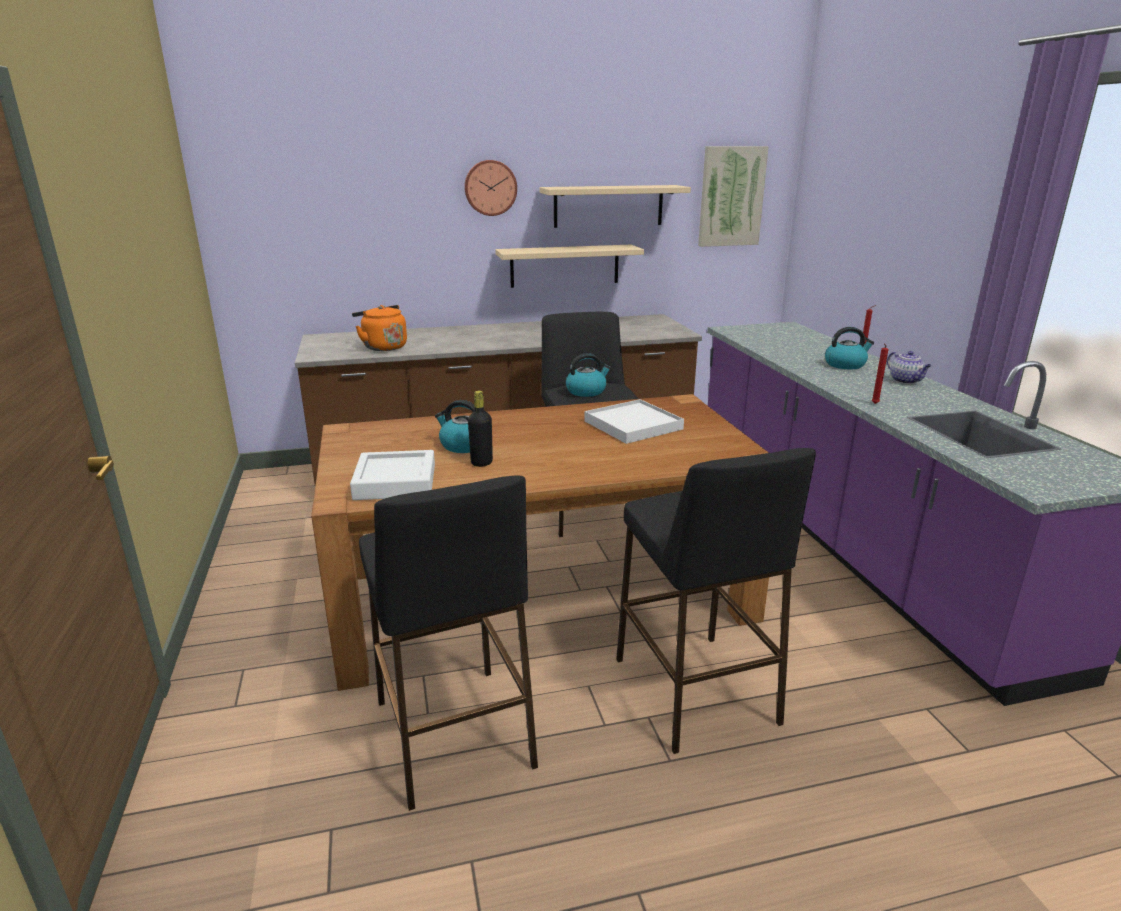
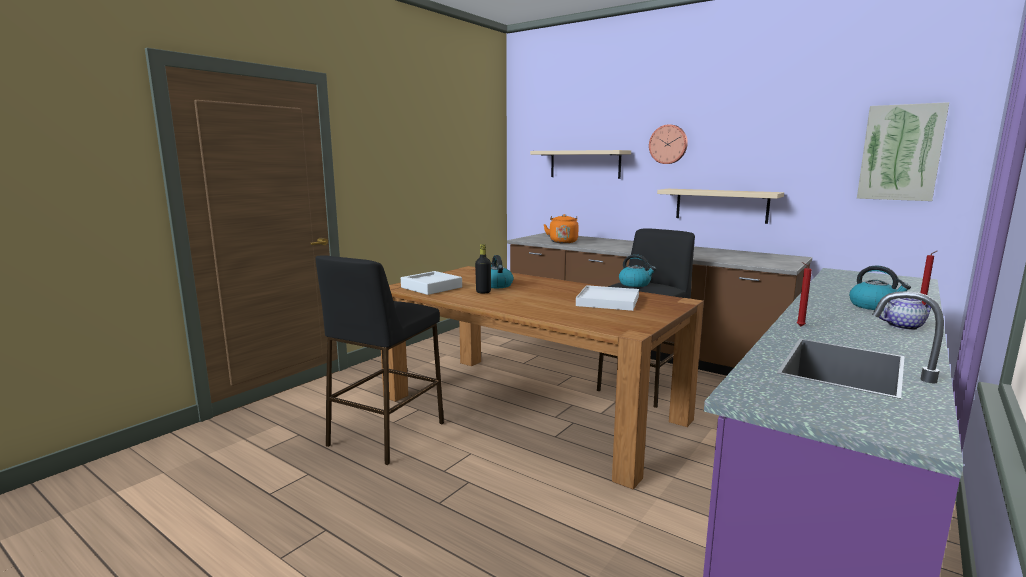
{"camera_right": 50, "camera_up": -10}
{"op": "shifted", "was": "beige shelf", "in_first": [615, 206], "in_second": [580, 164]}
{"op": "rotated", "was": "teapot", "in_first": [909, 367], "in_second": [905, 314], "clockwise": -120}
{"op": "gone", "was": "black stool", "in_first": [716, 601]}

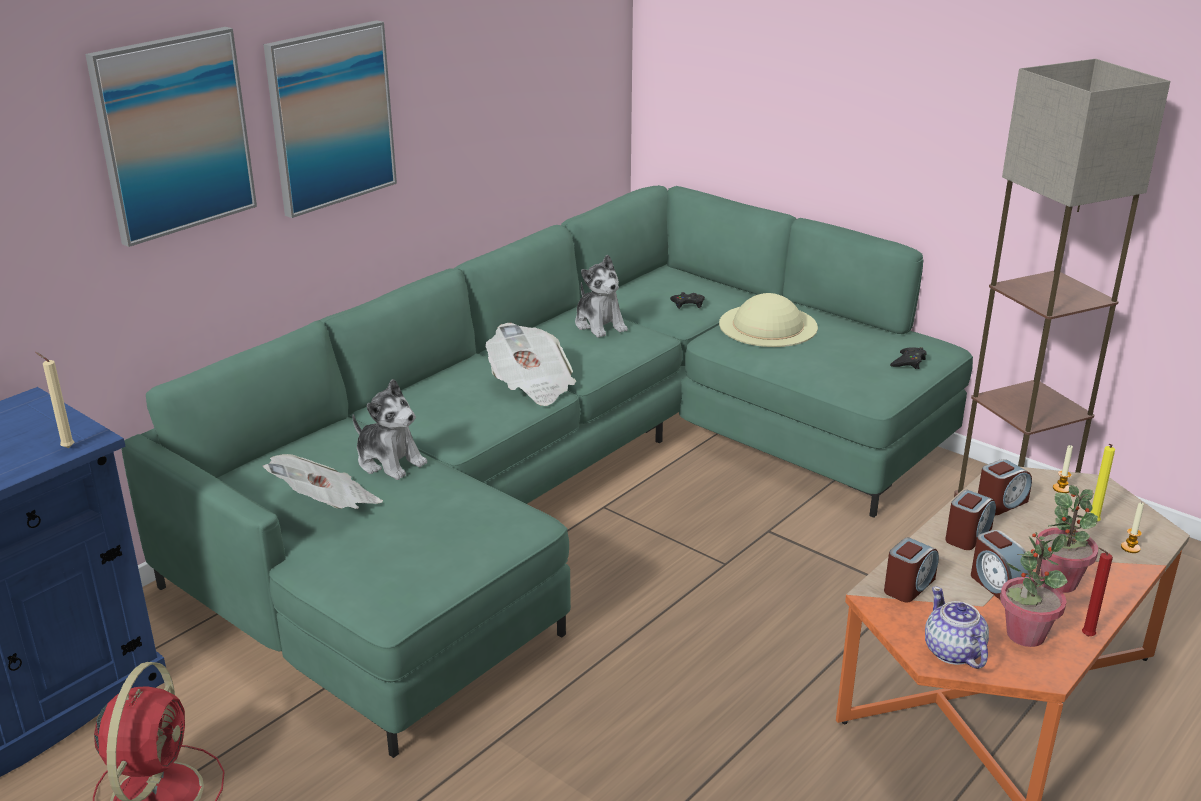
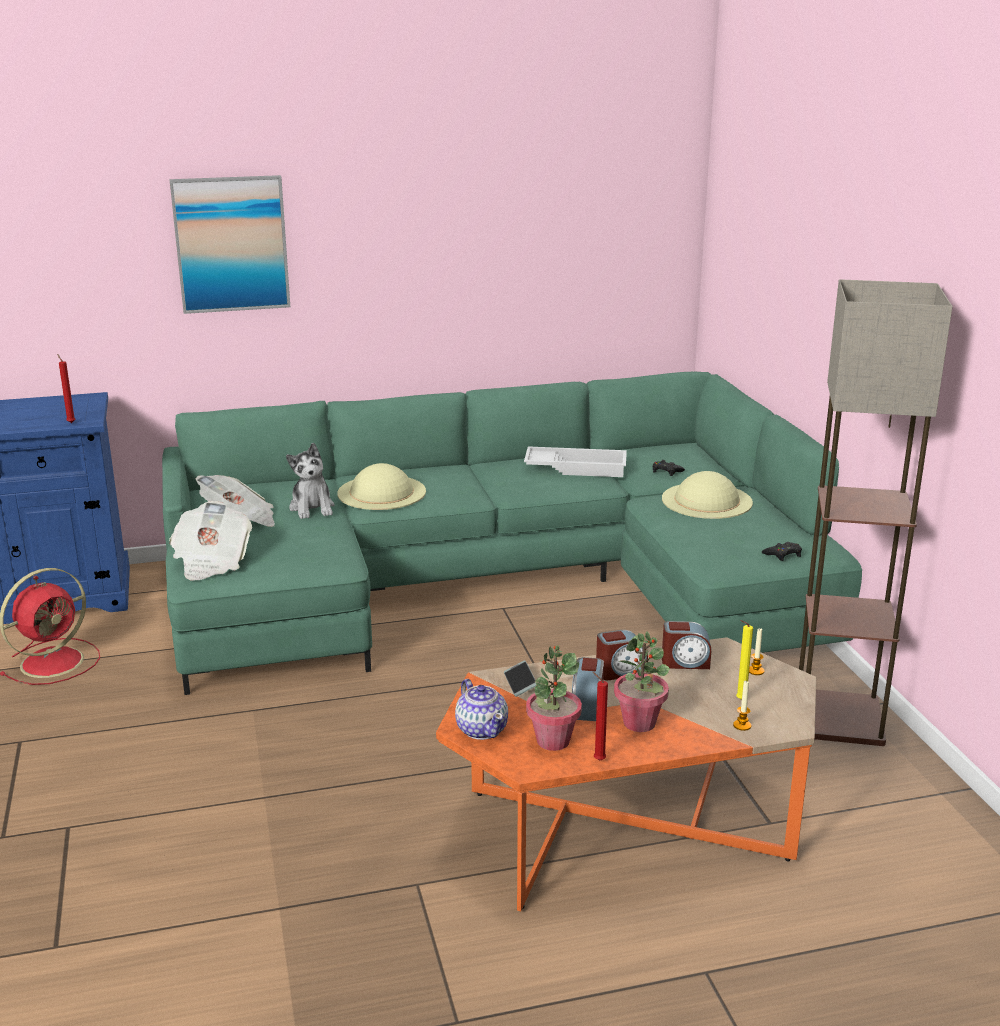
{"camera_right": 35, "camera_up": -5}
{"op": "repainted", "was": "beige candle", "now": "red candle", "in_first": [54, 400], "in_second": [66, 388]}
{"op": "shifted", "was": "newspaper", "in_first": [530, 364], "in_second": [210, 541]}
{"op": "new", "now": "beige hat", "in_second": [381, 486]}
{"op": "rotated", "was": "teapot", "in_first": [957, 628], "in_second": [481, 709], "clockwise": 135}
{"op": "swapped", "was": "alarm clock", "now": "phone", "in_first": [911, 570], "in_second": [520, 678]}
{"op": "swapped", "was": "plush toy", "now": "white tray", "in_first": [601, 296], "in_second": [575, 461]}
{"op": "gone", "was": "picture", "in_first": [330, 119]}

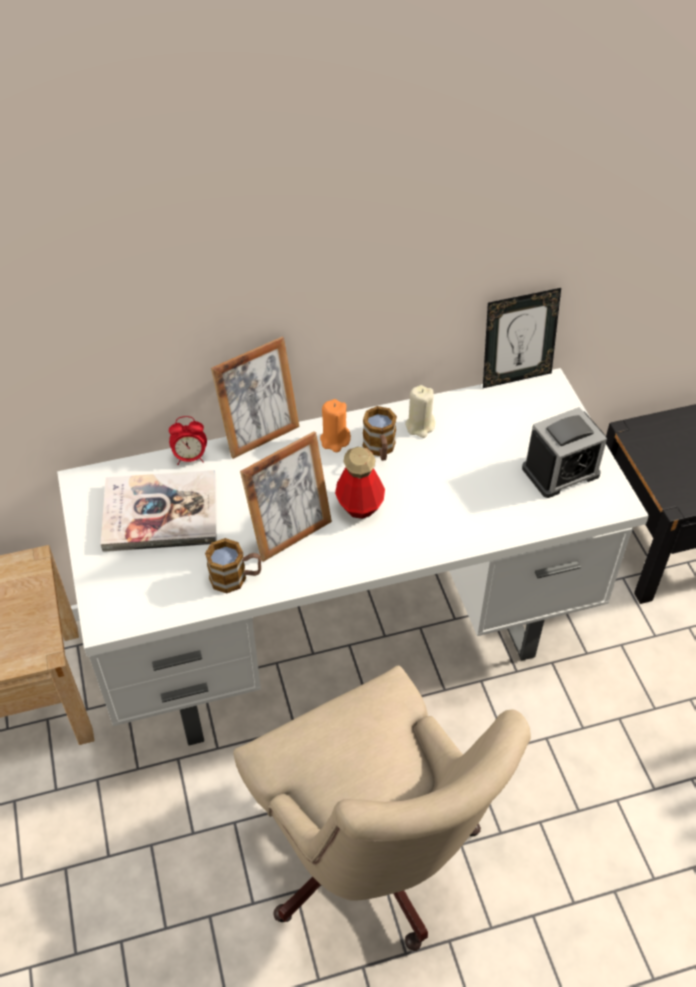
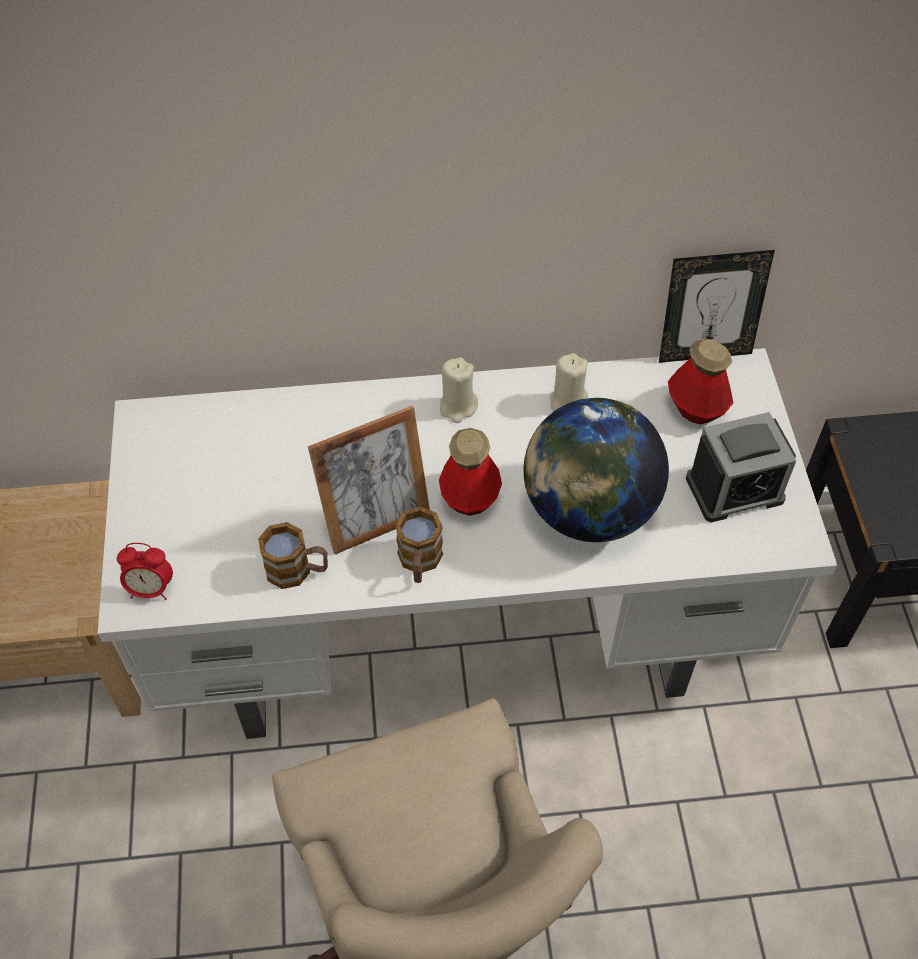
{"camera_right": 10, "camera_up": 5}
{"op": "shifted", "was": "alarm clock", "in_first": [188, 440], "in_second": [145, 571]}
{"op": "shifted", "was": "mug", "in_first": [380, 433], "in_second": [419, 545]}
{"op": "repainted", "was": "orange candle", "now": "beige candle", "in_first": [335, 425], "in_second": [459, 390]}
{"op": "new", "now": "globe", "in_second": [596, 470]}
{"op": "new", "now": "bottle", "in_second": [700, 381]}
{"op": "gone", "was": "book", "in_first": [159, 511]}
{"op": "gone", "was": "picture frame", "in_first": [255, 398]}

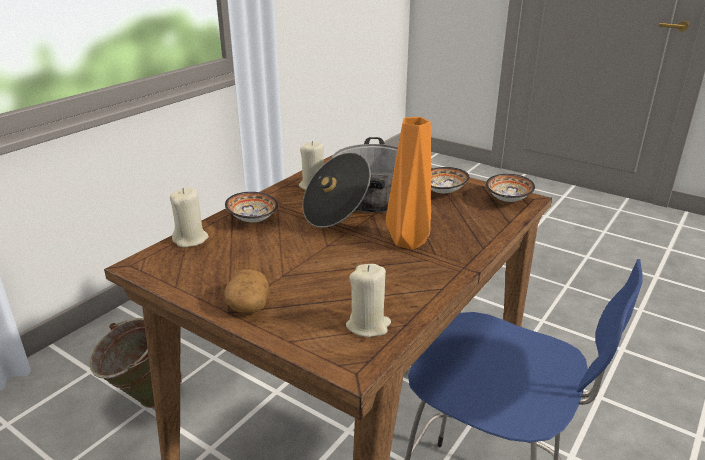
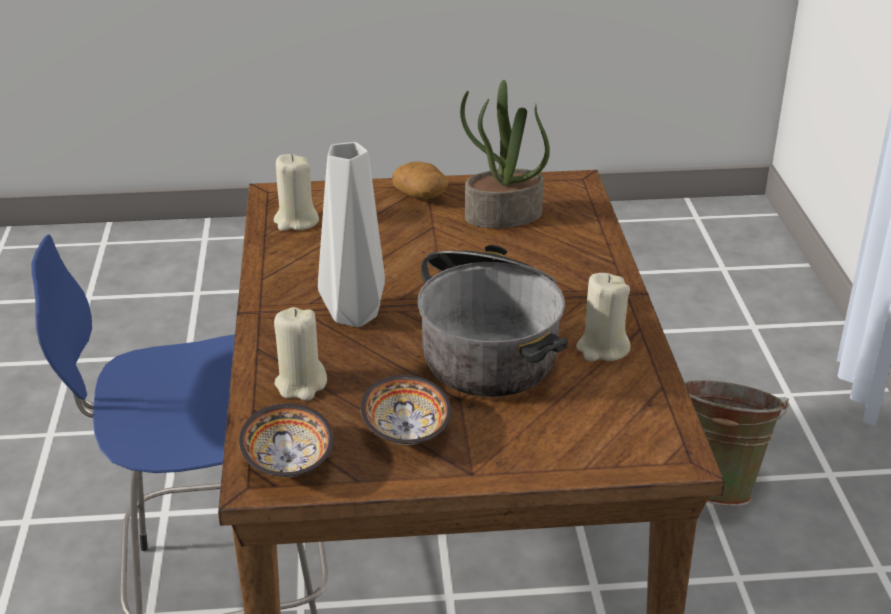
{"camera_right": 140, "camera_up": 5}
{"op": "shifted", "was": "beige candle", "in_first": [189, 217], "in_second": [300, 354]}
{"op": "repainted", "was": "orange vase", "now": "grey vase", "in_first": [408, 183], "in_second": [351, 234]}
{"op": "new", "now": "potted plant", "in_second": [505, 154]}
{"op": "gone", "was": "bowl", "in_first": [251, 207]}

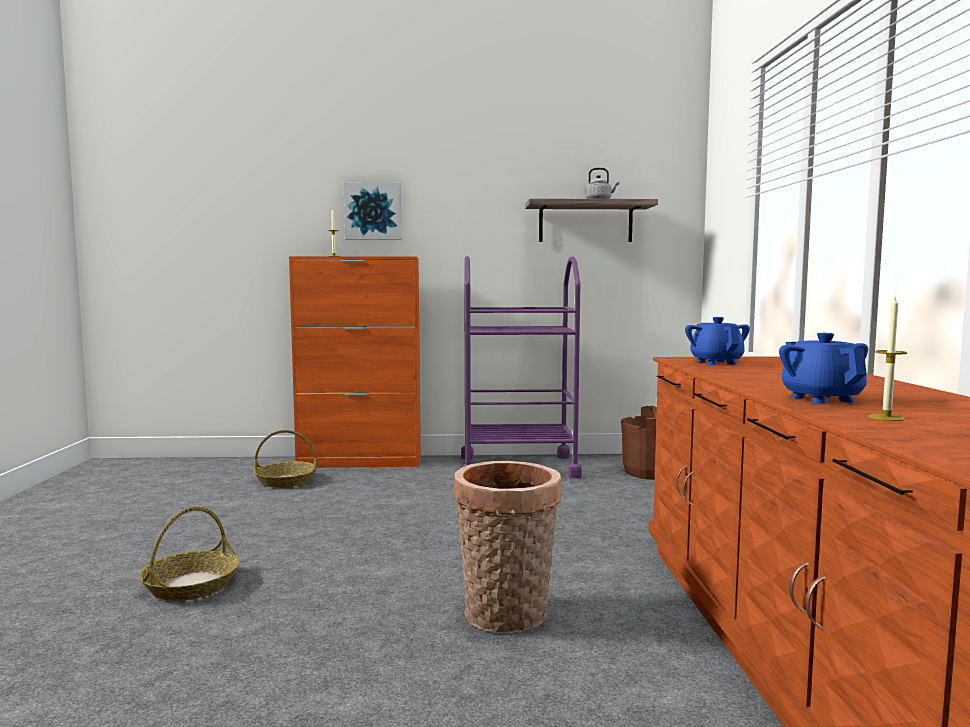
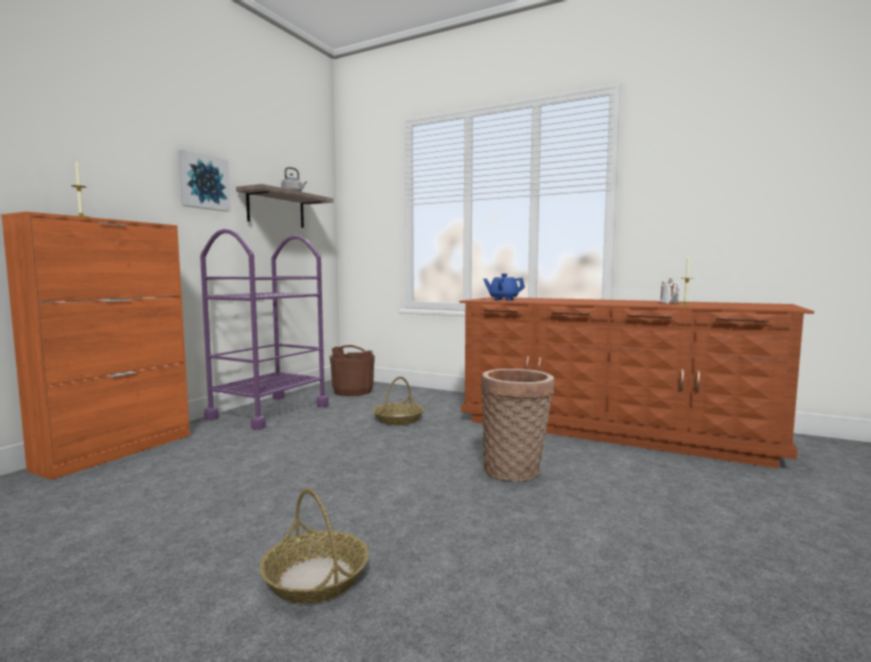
{"camera_right": -60, "camera_up": 0}
{"op": "shifted", "was": "picture", "in_first": [373, 211], "in_second": [204, 181]}
{"op": "shifted", "was": "basket", "in_first": [286, 459], "in_second": [398, 401]}
{"op": "new", "now": "white candle", "in_second": [670, 291]}
{"op": "gone", "was": "blue teapot", "in_first": [823, 368]}

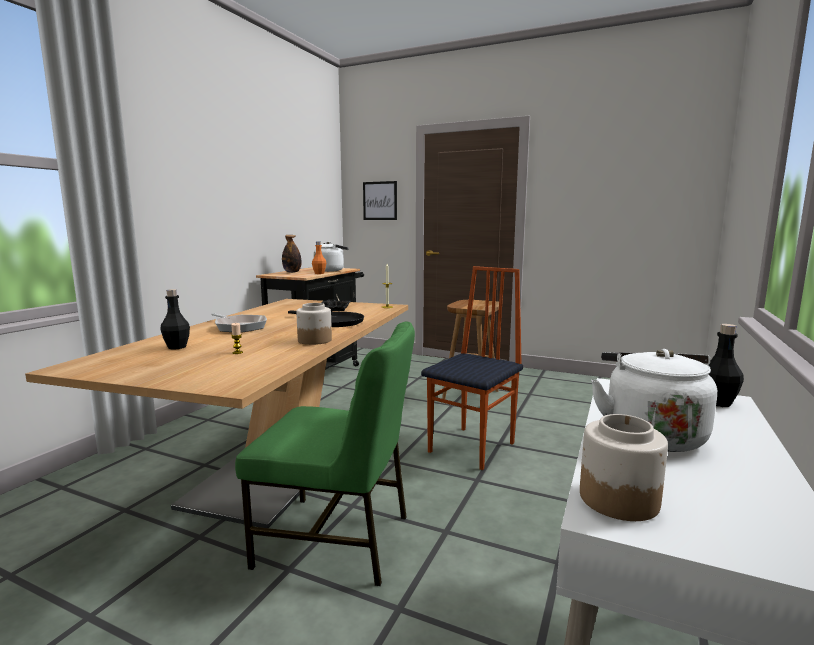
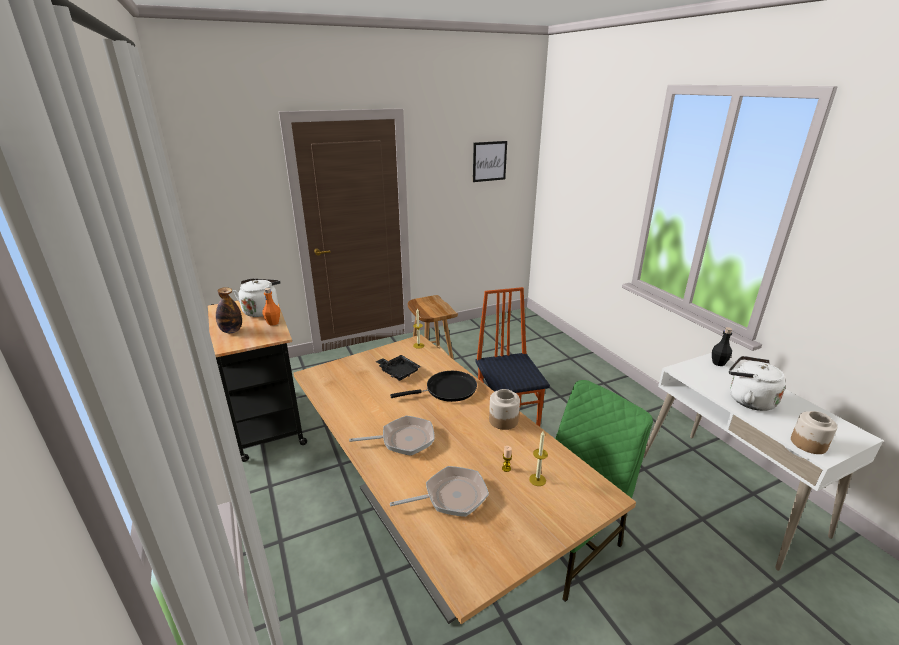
{"camera_right": -50, "camera_up": 15}
{"op": "swapped", "was": "black bottle", "now": "frying pan", "in_first": [175, 319], "in_second": [439, 491]}
{"op": "shifted", "was": "picture", "in_first": [380, 200], "in_second": [490, 161]}
{"op": "new", "now": "candle", "in_second": [538, 458]}

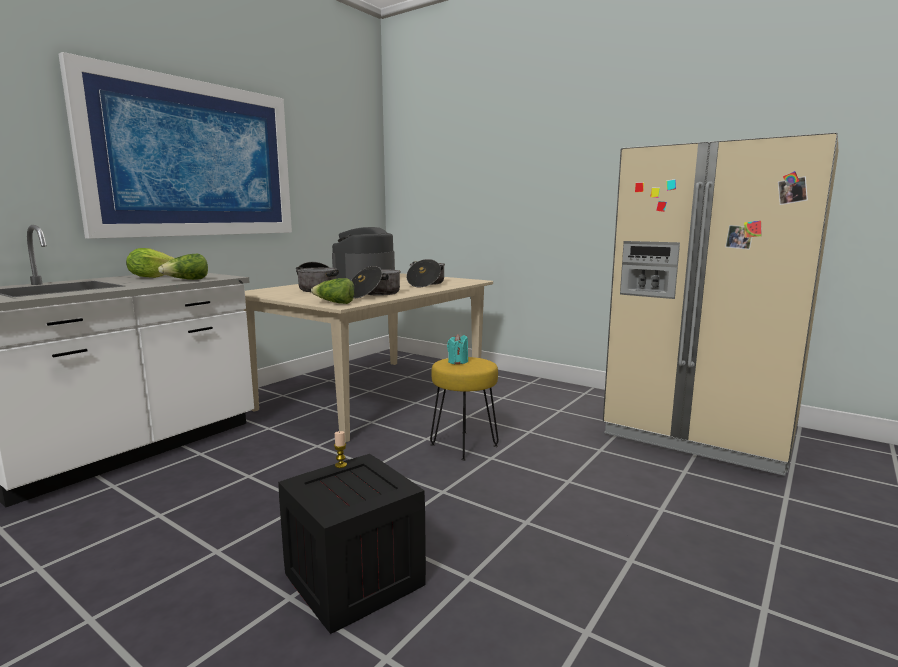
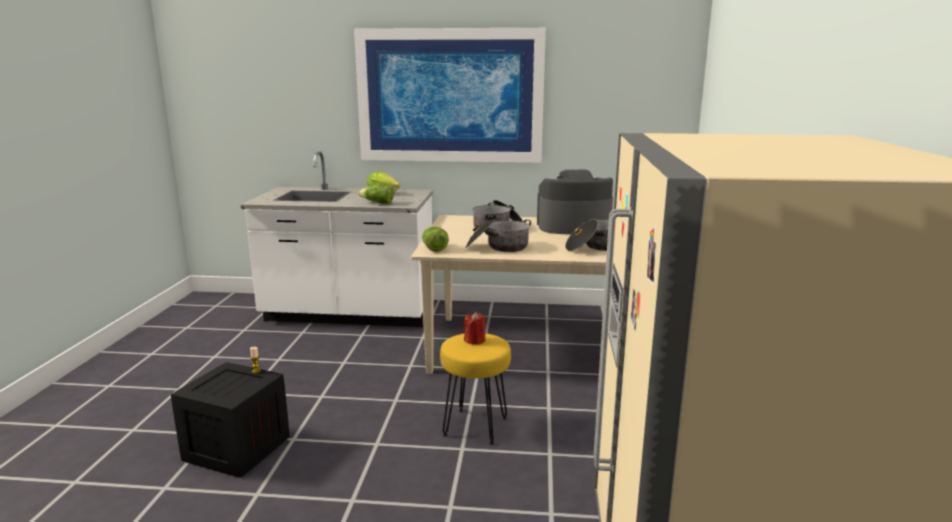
{"camera_right": 60, "camera_up": 5}
{"op": "repainted", "was": "turquoise candle", "now": "red candle", "in_first": [457, 349], "in_second": [475, 328]}

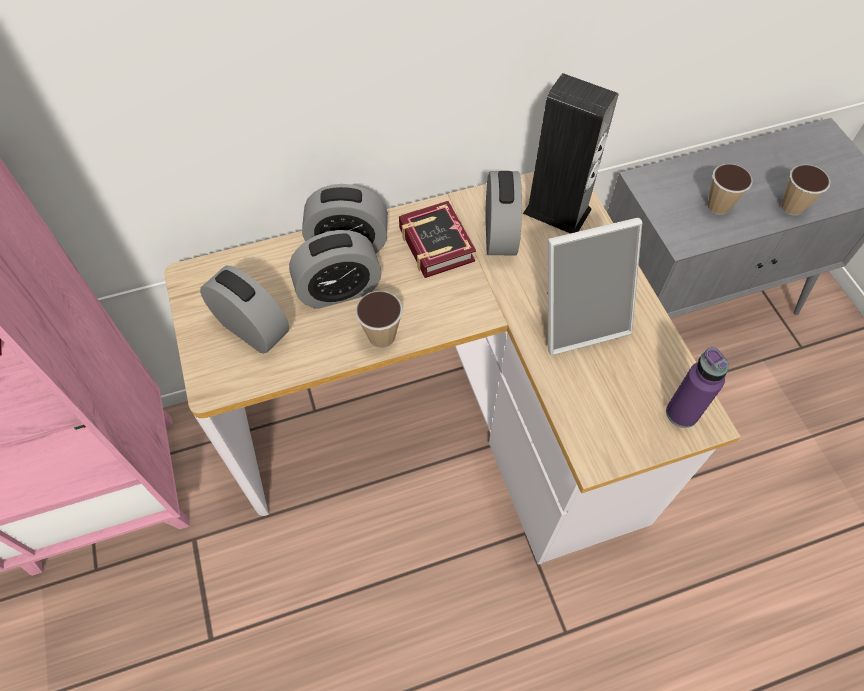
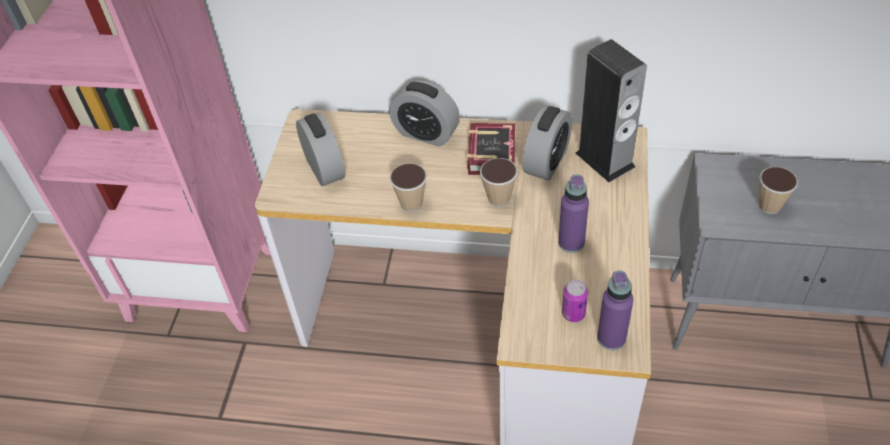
{"camera_right": 30, "camera_up": -10}
{"op": "shifted", "was": "cup", "in_first": [806, 190], "in_second": [499, 182]}
{"op": "swapped", "was": "picture frame", "now": "purple bottle", "in_first": [594, 286], "in_second": [573, 214]}
{"op": "new", "now": "can", "in_second": [575, 301]}
{"op": "gone", "was": "alarm clock", "in_first": [335, 269]}

